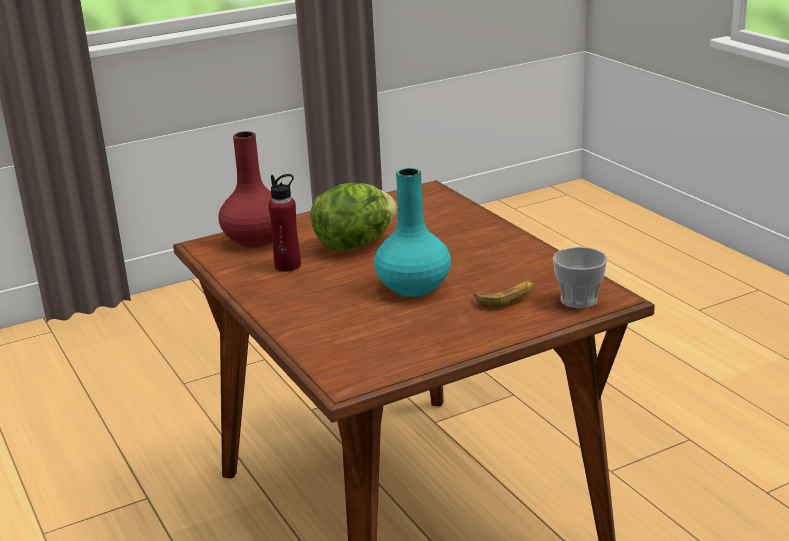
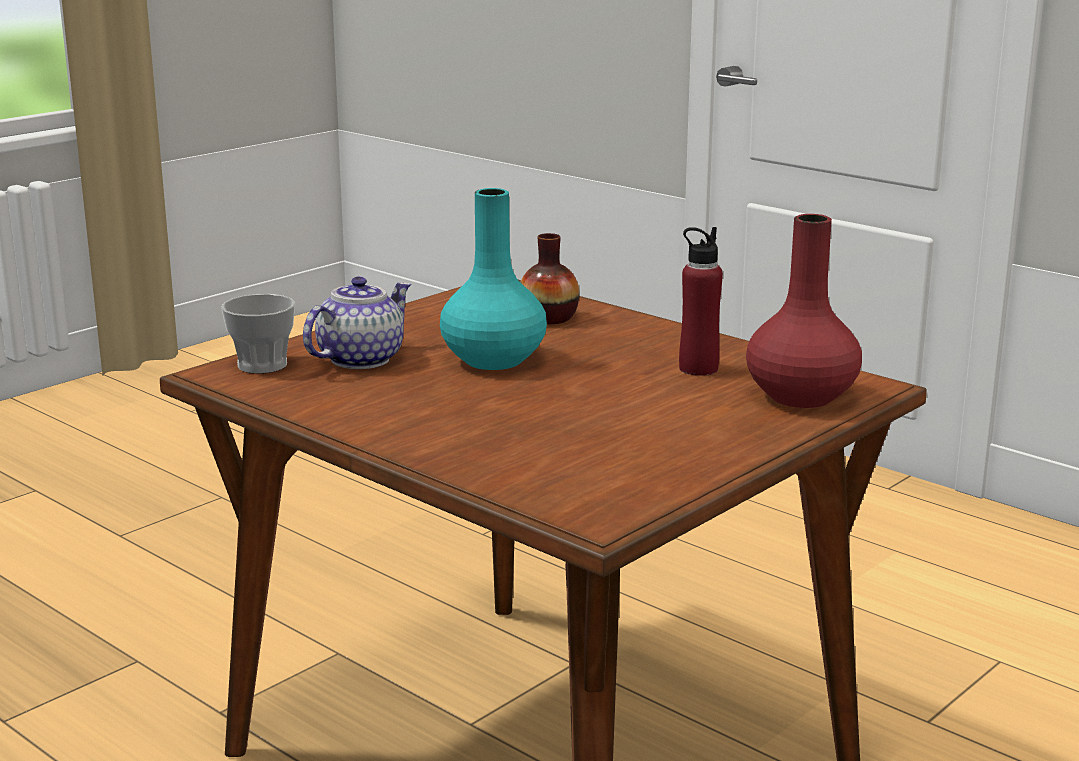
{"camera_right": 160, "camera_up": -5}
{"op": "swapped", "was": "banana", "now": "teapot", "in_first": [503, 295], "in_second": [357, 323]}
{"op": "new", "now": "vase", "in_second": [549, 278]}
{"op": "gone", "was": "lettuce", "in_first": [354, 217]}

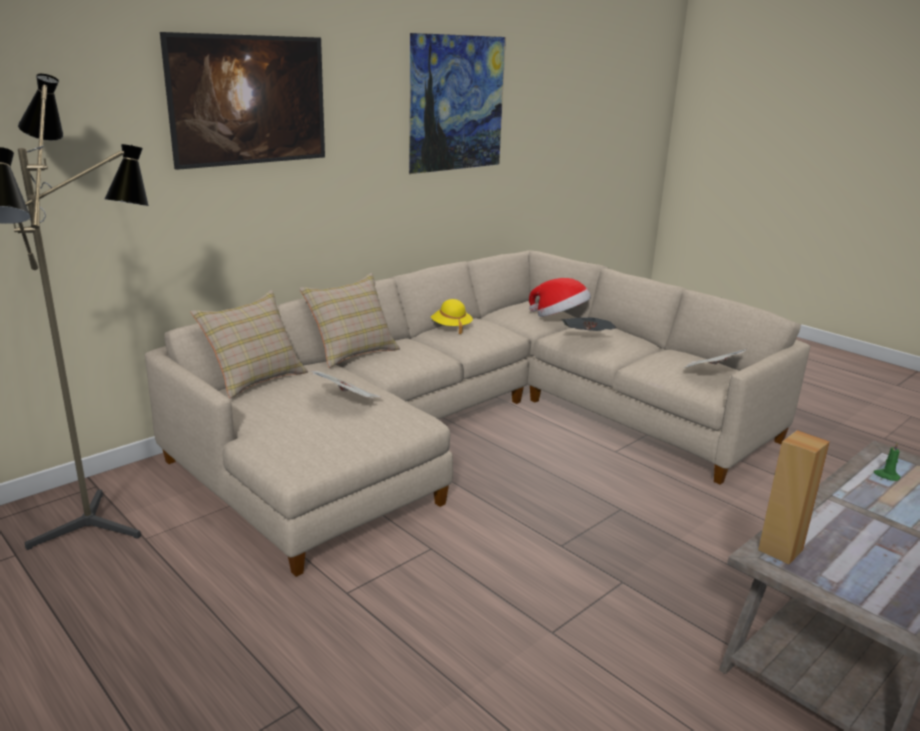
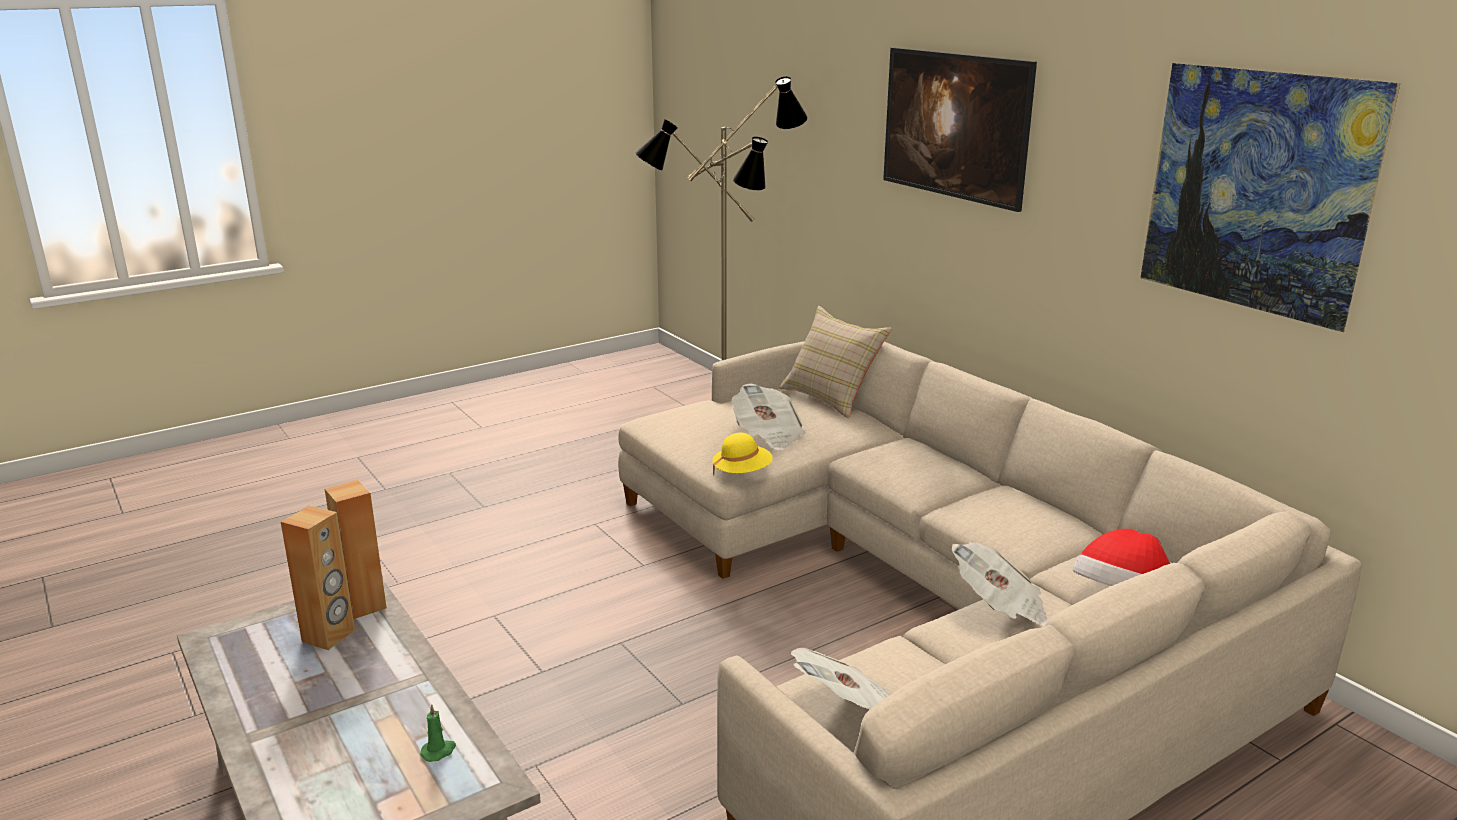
{"camera_right": 100, "camera_up": 0}
{"op": "new", "now": "brown speaker", "in_second": [318, 578]}
{"op": "shifted", "was": "yellow hat", "in_first": [452, 316], "in_second": [742, 454]}
{"op": "gone", "was": "beige pillow", "in_first": [349, 320]}

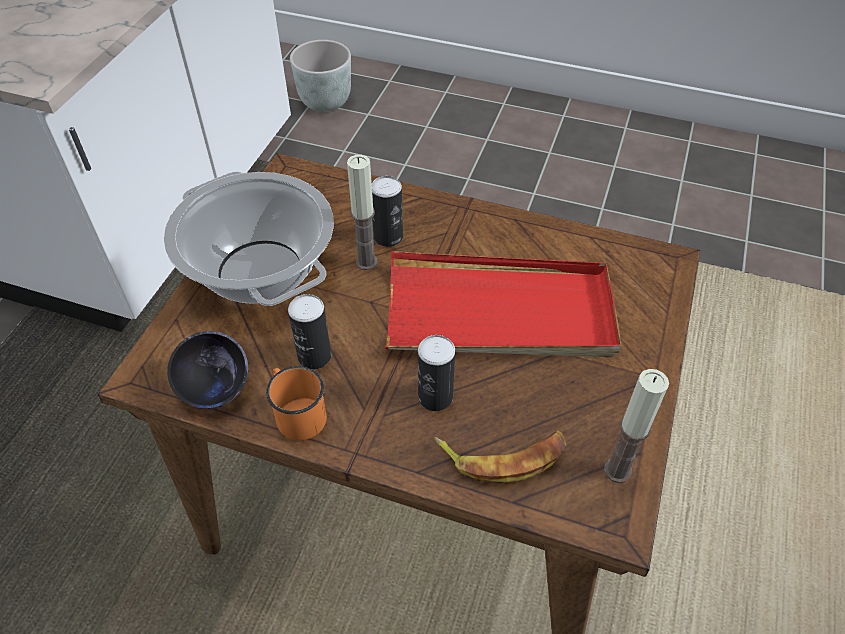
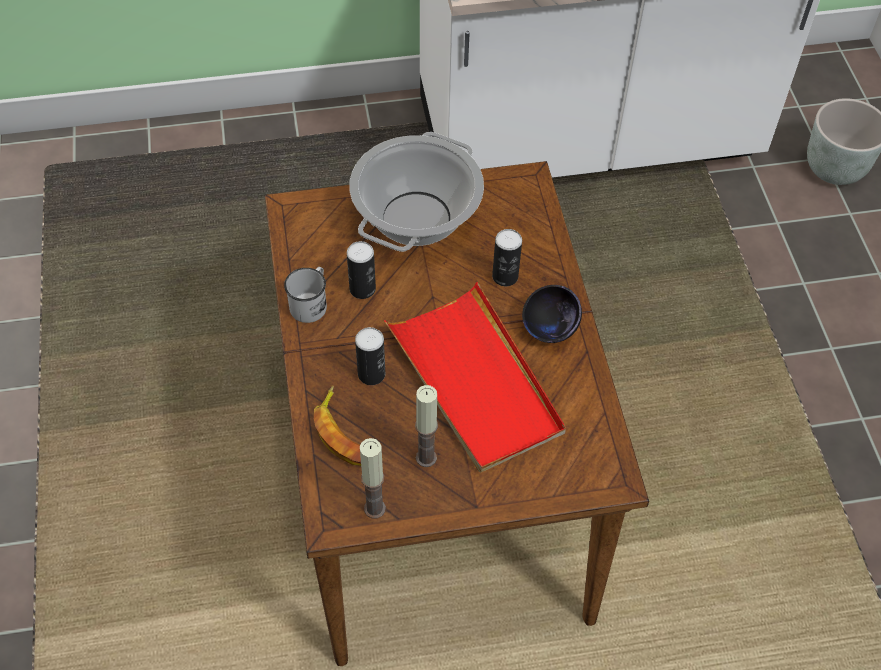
{"camera_right": 60, "camera_up": 5}
{"op": "repainted", "was": "orange mug", "now": "white mug", "in_first": [296, 403], "in_second": [305, 295]}
{"op": "shifted", "was": "candle", "in_first": [362, 212], "in_second": [426, 426]}
{"op": "shifted", "was": "black bowl", "in_first": [207, 370], "in_second": [552, 314]}

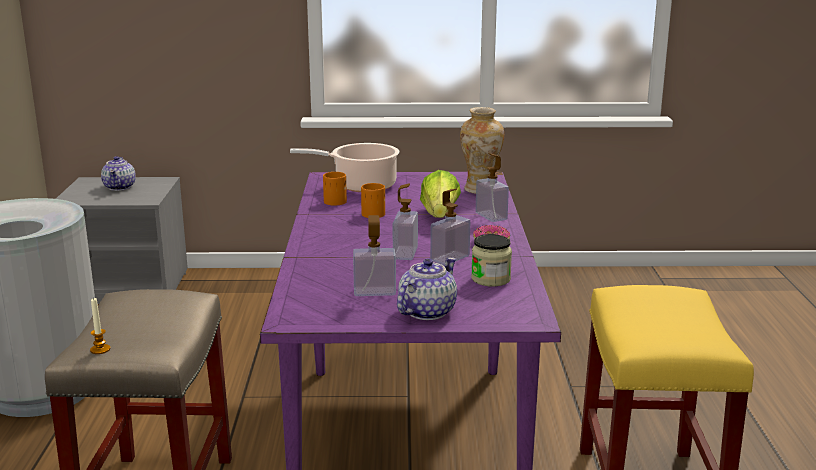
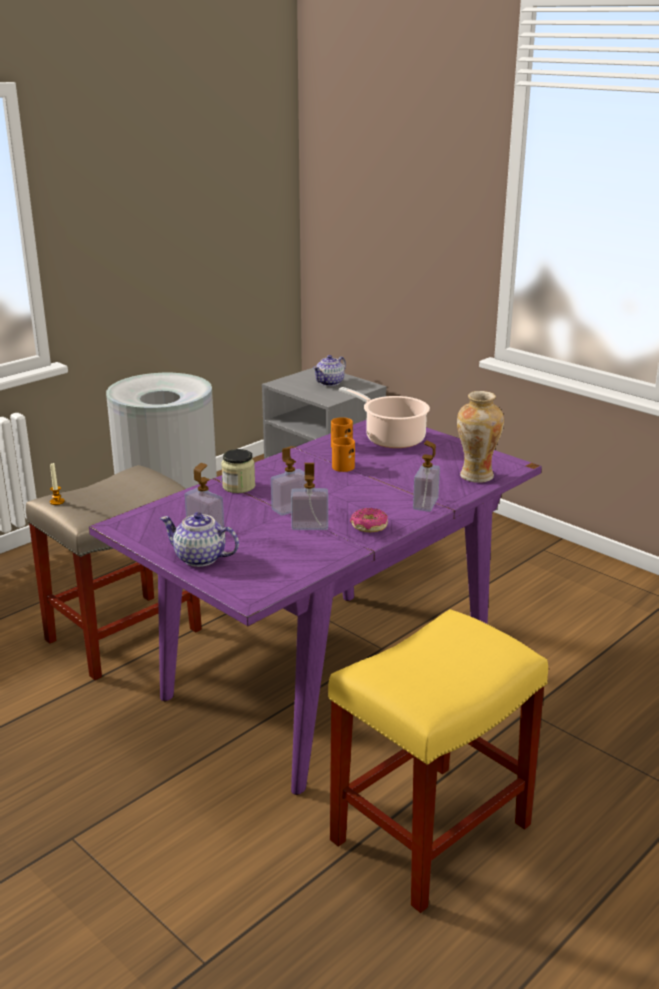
{"camera_right": 45, "camera_up": 5}
{"op": "rotated", "was": "teapot", "in_first": [427, 288], "in_second": [199, 539], "clockwise": -150}
{"op": "shifted", "was": "jar", "in_first": [491, 260], "in_second": [238, 471]}
{"op": "gone", "was": "lettuce", "in_first": [440, 194]}

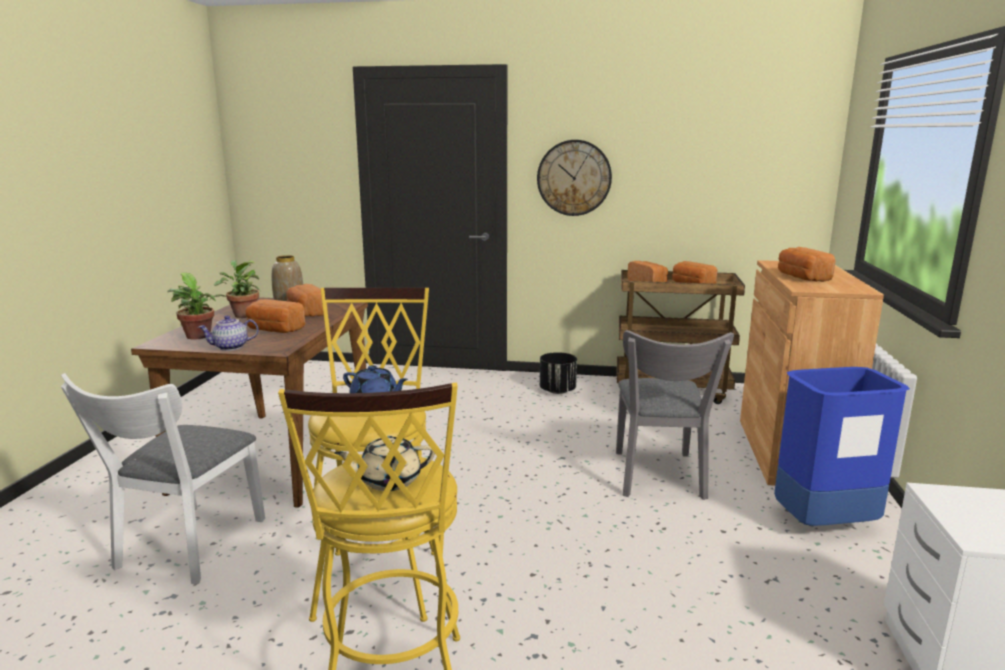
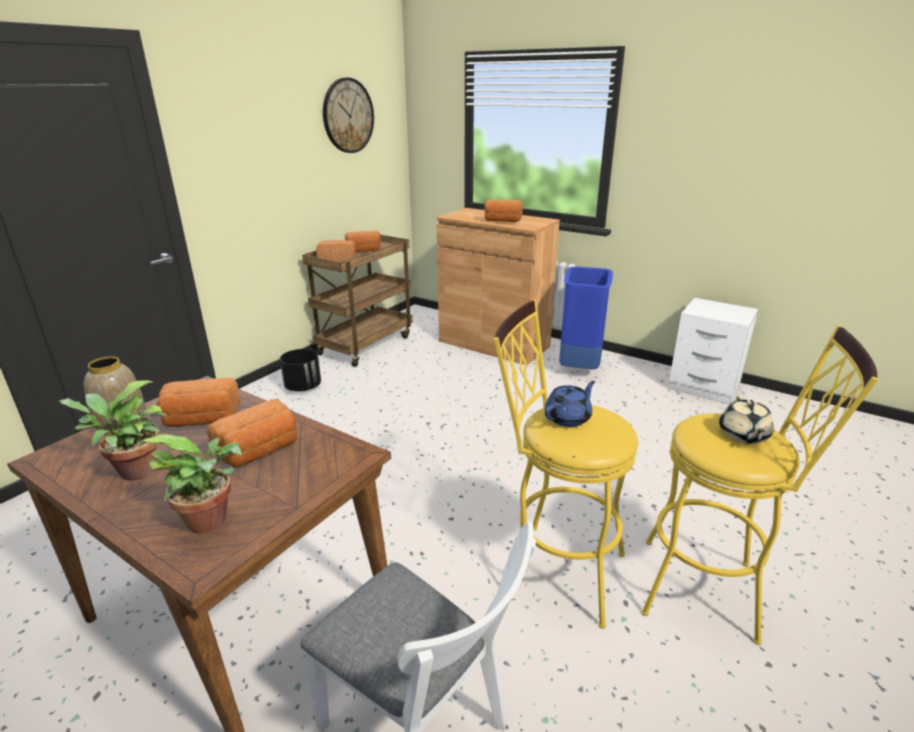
{"camera_right": -65, "camera_up": 10}
{"op": "shifted", "was": "wall clock", "in_first": [574, 178], "in_second": [348, 115]}
{"op": "gone", "was": "teapot", "in_first": [228, 333]}
{"op": "gone", "was": "grey chair", "in_first": [675, 415]}

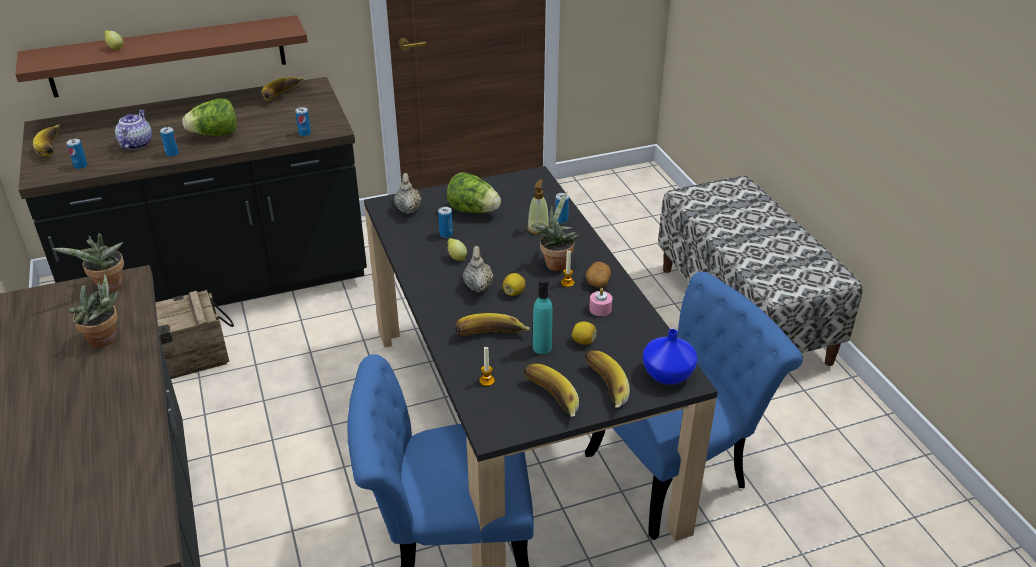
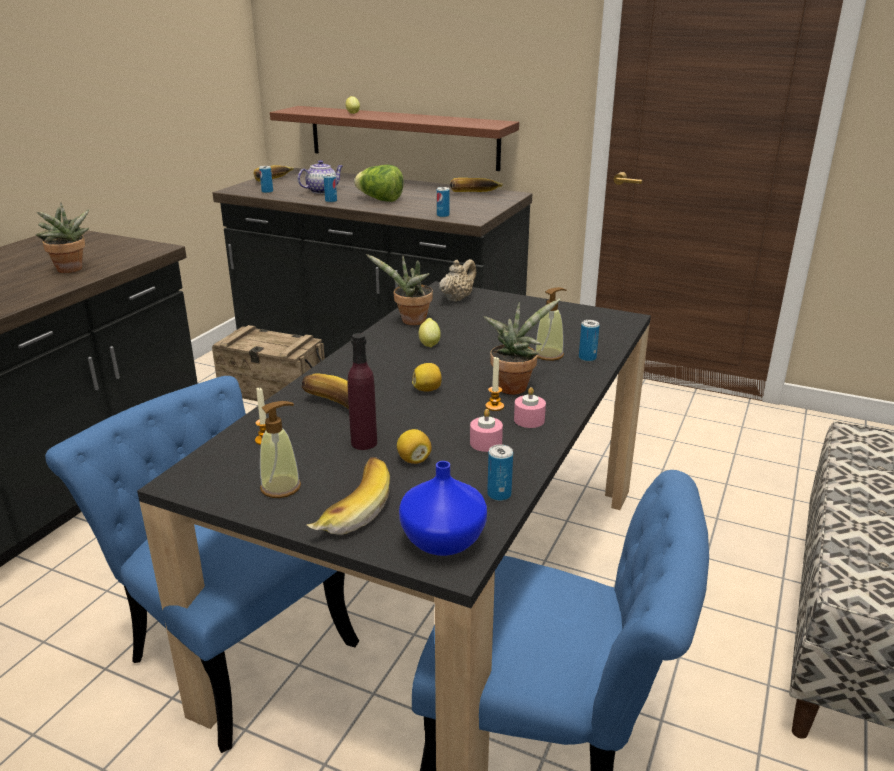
{"camera_right": 45, "camera_up": -10}
{"op": "swapped", "was": "banana", "now": "soap dispenser", "in_first": [551, 390], "in_second": [280, 449]}
{"op": "repainted", "was": "turquoise bottle", "now": "purple bottle", "in_first": [543, 316], "in_second": [362, 391]}
{"op": "shifted", "was": "potted plant", "in_first": [87, 262], "in_second": [399, 289]}
{"op": "shifted", "was": "can", "in_first": [445, 222], "in_second": [500, 472]}
{"op": "swapped", "was": "potato", "now": "pink candle", "in_first": [598, 274], "in_second": [530, 407]}
{"op": "gone", "was": "lettuce", "in_first": [474, 192]}
{"op": "gone", "was": "beige teapot", "in_first": [478, 269]}

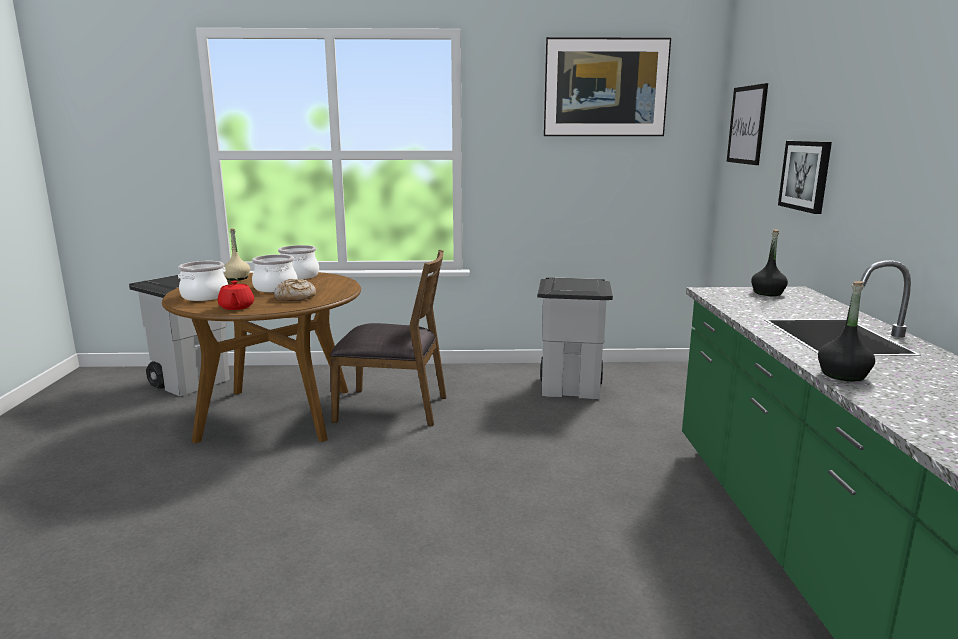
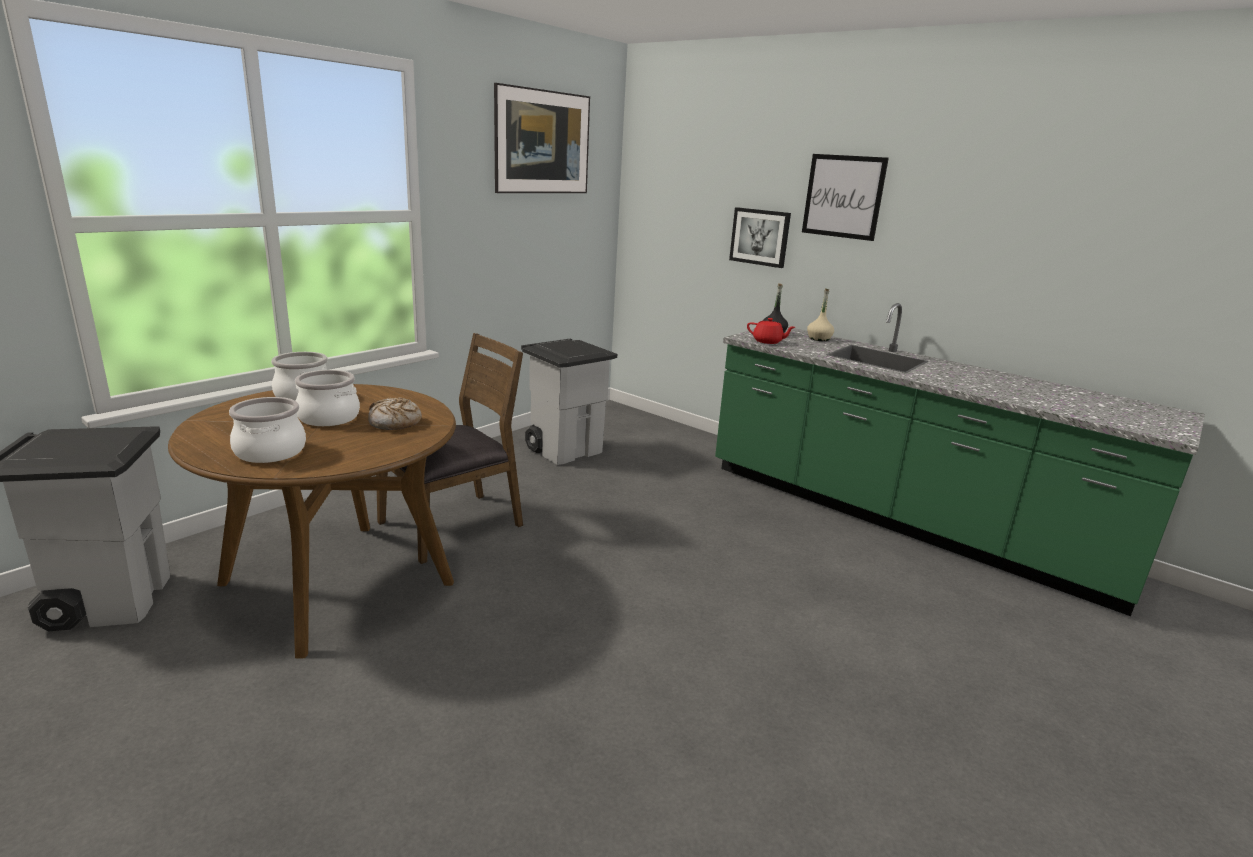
{"camera_right": -50, "camera_up": 5}
{"op": "shifted", "was": "red teapot", "in_first": [236, 295], "in_second": [771, 331]}
{"op": "shifted", "was": "picture", "in_first": [747, 124], "in_second": [845, 197]}
{"op": "shifted", "was": "beige bottle", "in_first": [237, 255], "in_second": [820, 314]}
{"op": "gone", "was": "black bottle", "in_first": [846, 331]}

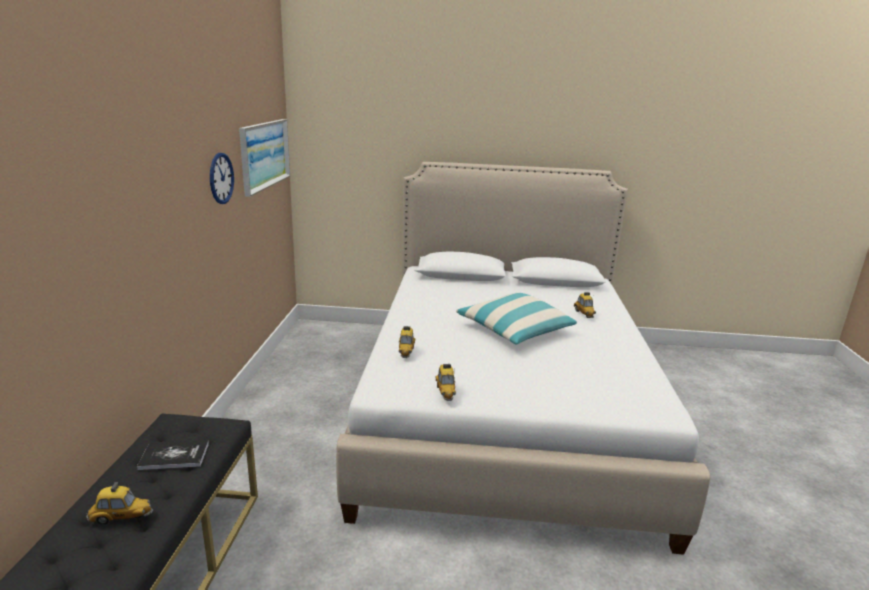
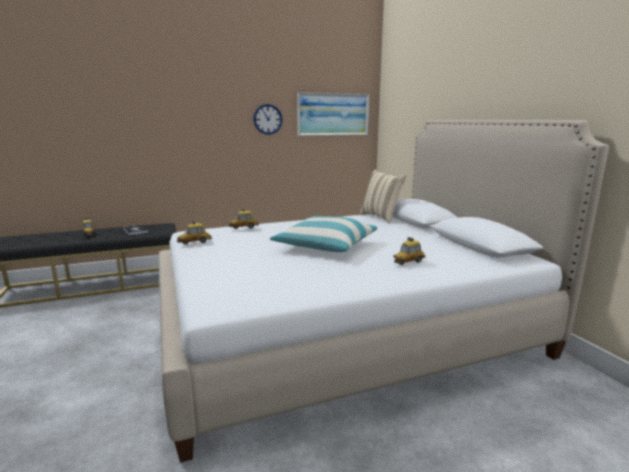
{"camera_right": 65, "camera_up": -5}
{"op": "new", "now": "beige pillow", "in_second": [383, 196]}

